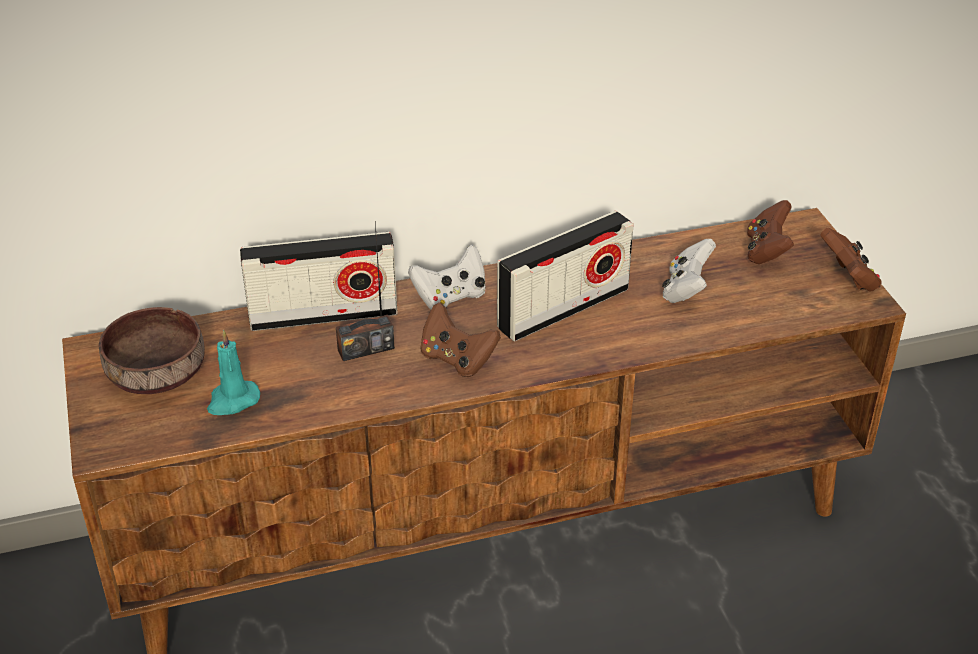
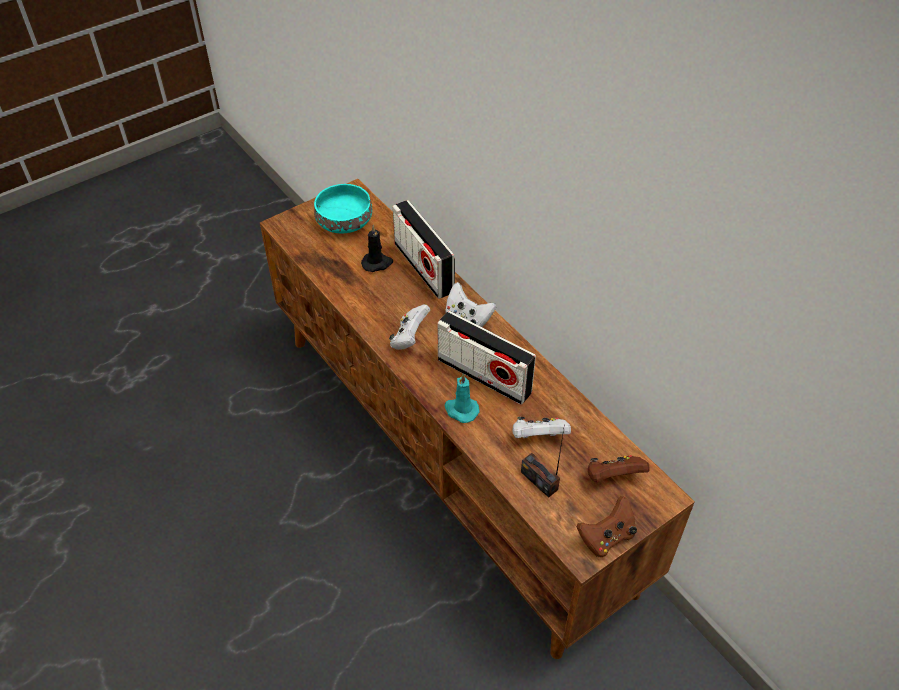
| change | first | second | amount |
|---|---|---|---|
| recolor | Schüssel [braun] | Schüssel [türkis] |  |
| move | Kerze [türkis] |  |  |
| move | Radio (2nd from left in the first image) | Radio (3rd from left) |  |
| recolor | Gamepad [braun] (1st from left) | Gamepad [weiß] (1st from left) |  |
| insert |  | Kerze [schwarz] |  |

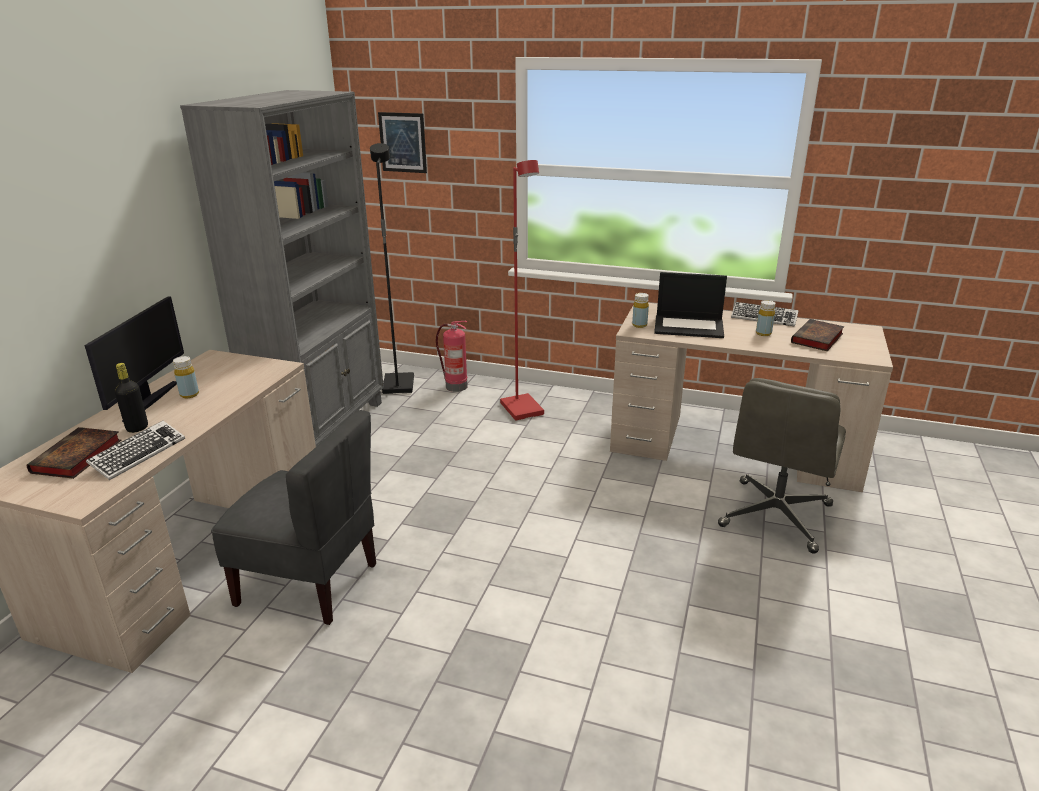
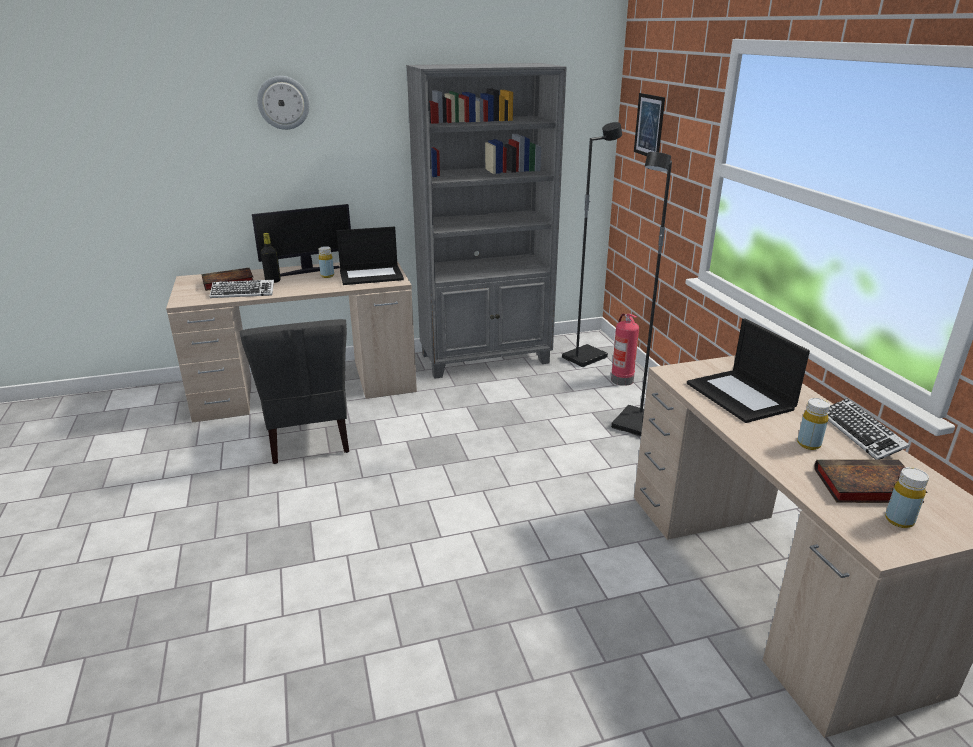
| change | first | second | amount |
|---|---|---|---|
| recolor | Stehlampe [rot] | Stehlampe [schwarz] (2nd from left) |  |
| move | Flasche [gelb] (2nd from left in the first image) | Flasche [gelb] (3rd from left) |  |
| delete | Bürostuhl [grau] |  |  |
| insert |  | Wanduhr |  |
| insert |  | Laptop (1st from left) |  |

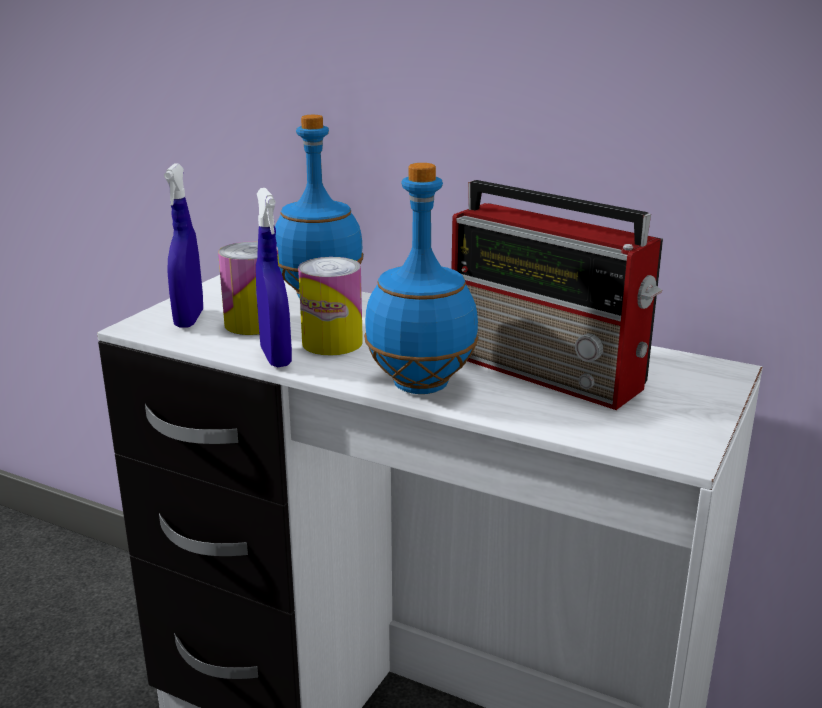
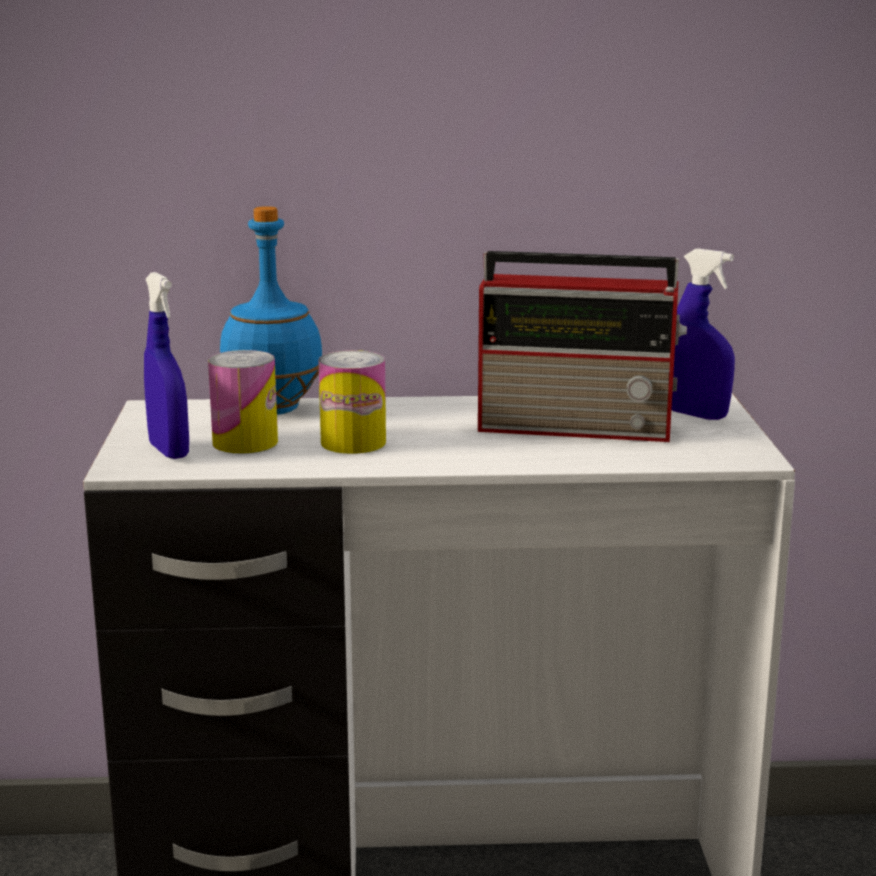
| change | first | second | amount |
|---|---|---|---|
| move | Sprühflasche [blau] (2nd from left) |  |  |
| delete | Flasche [blau] (2nd from left) |  |  |

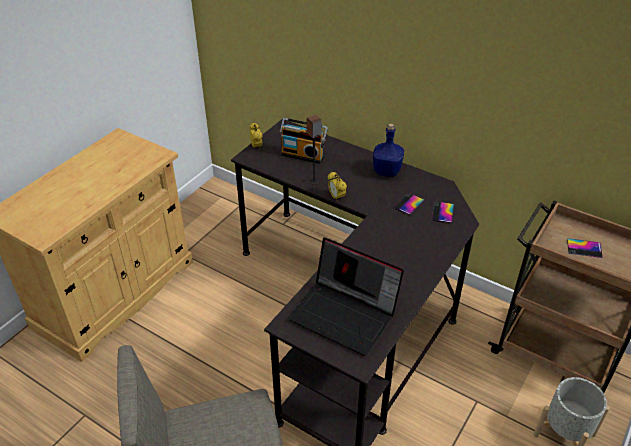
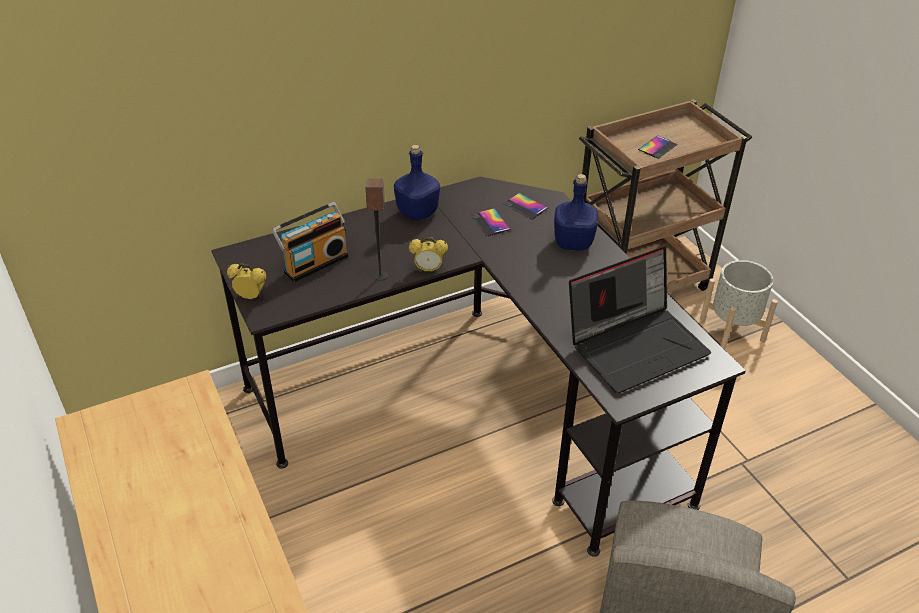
| change | first | second | amount |
|---|---|---|---|
| insert |  | Flasche [blau] (2nd from left) |  |

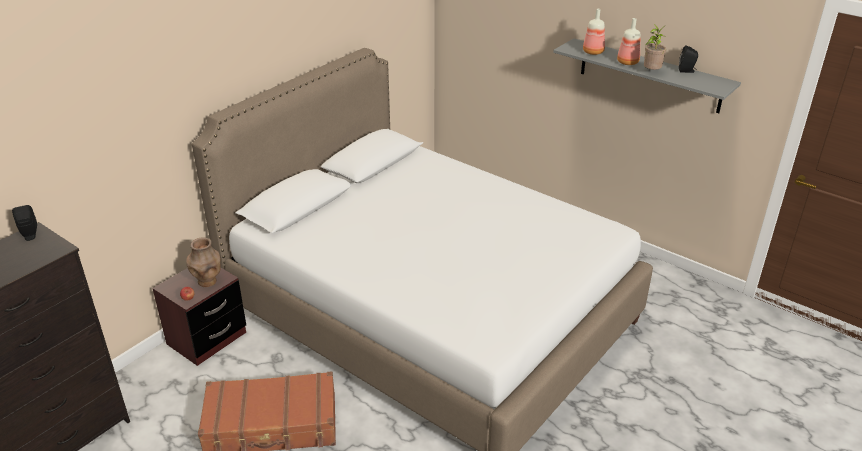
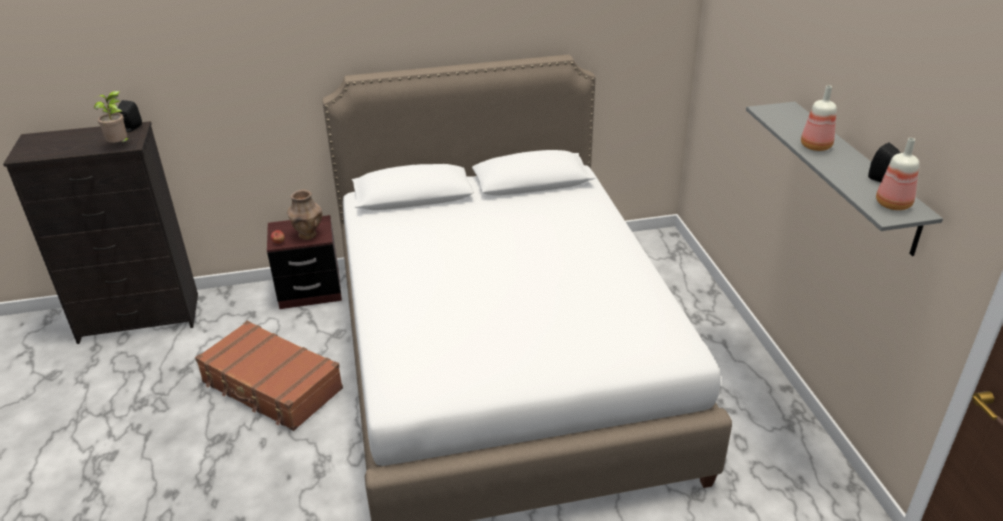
| change | first | second | amount |
|---|---|---|---|
| move | Flasche (1st from left in the first image) | Flasche (2nd from left) |  |
| move | Topfpflanze |  |  |

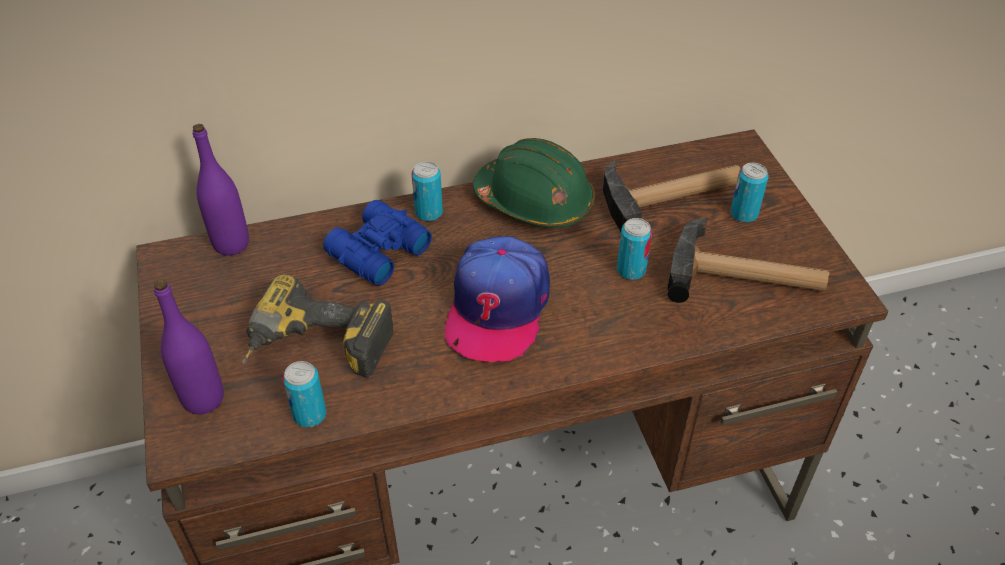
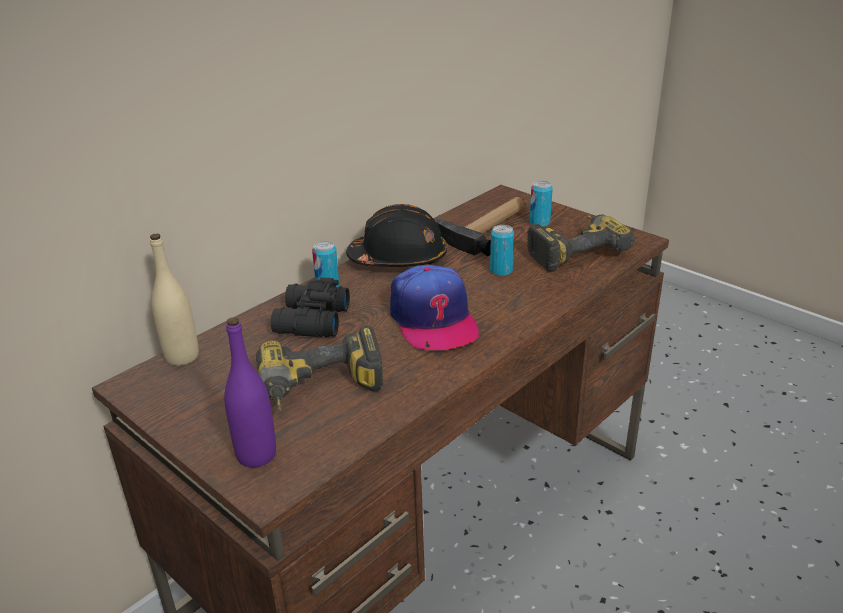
| change | first | second | amount |
|---|---|---|---|
| recolor | Flasche [lila] (2nd from left) | Flasche [beige] |  |
| delete | Dose (1st from left) |  |  |
| recolor | Fernglas [blau] | Fernglas [schwarz] |  |
| recolor | Schutzhelm [grün] | Schutzhelm [schwarz] |  |
| replace | Hammer (2nd from left) | Bohrmaschine (2nd from left) |  |

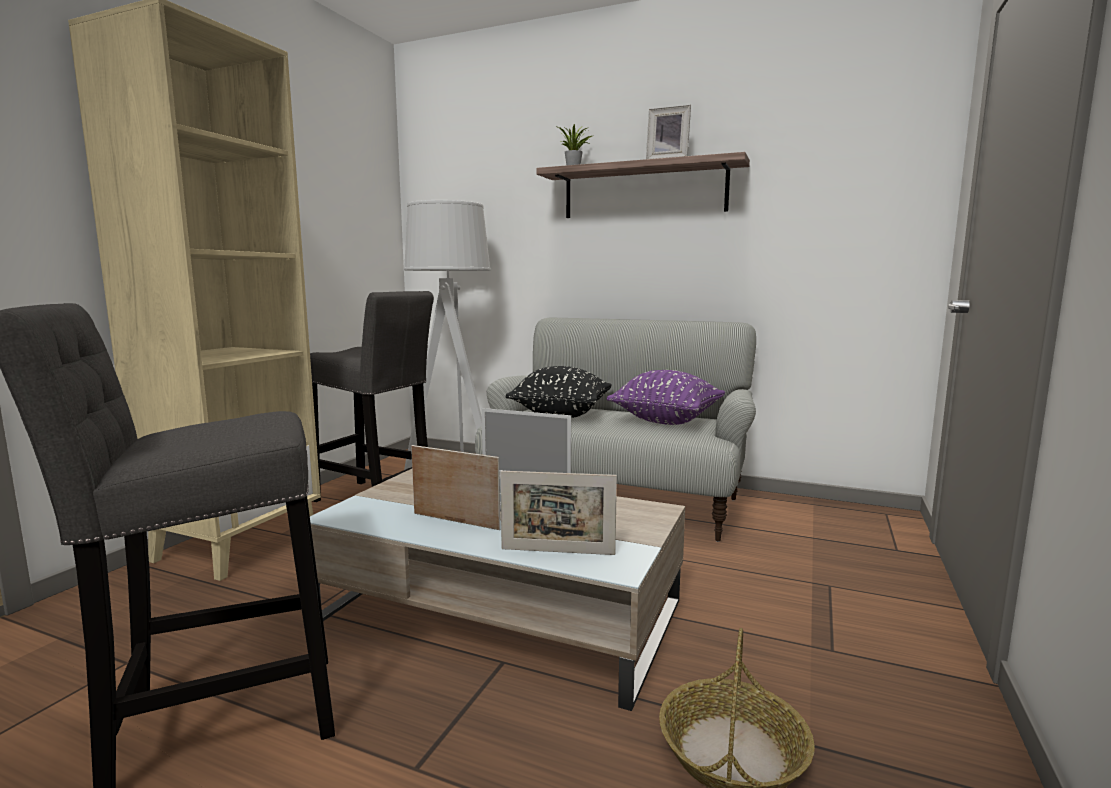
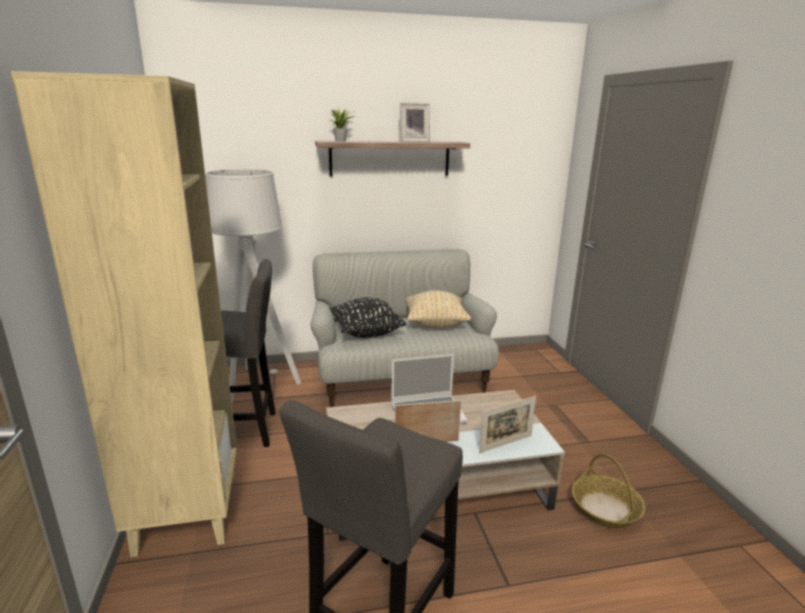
| change | first | second | amount |
|---|---|---|---|
| recolor | Kissen [lila] | Kissen [beige] |  |

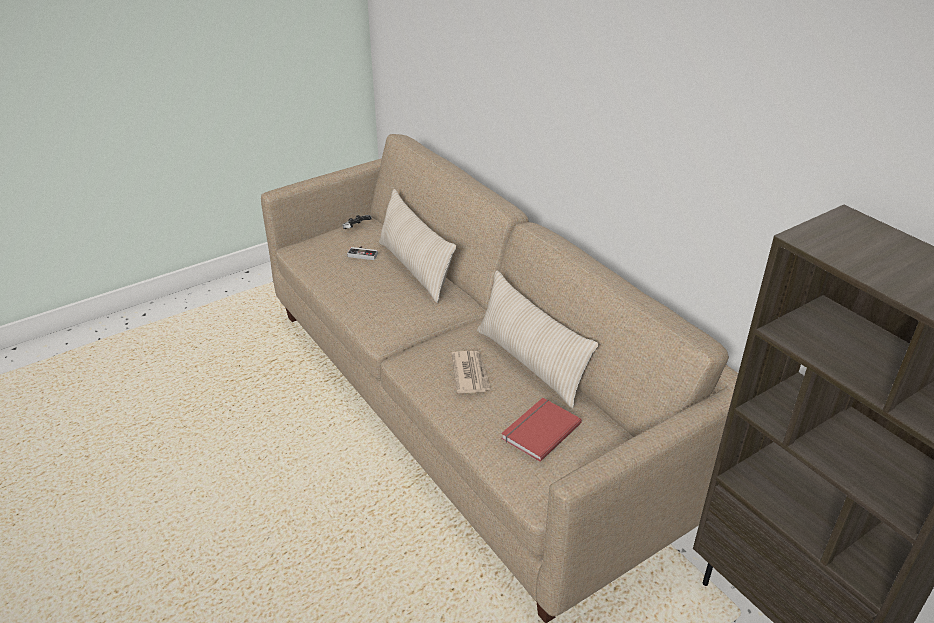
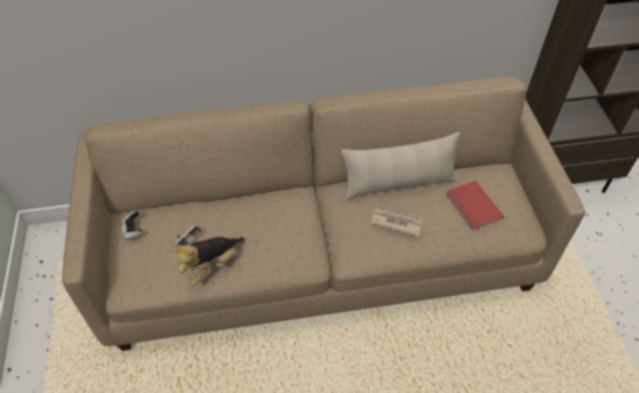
| change | first | second | amount |
|---|---|---|---|
| delete | Kissen [beige] (1st from left) |  |  |
| insert |  | Plüschtier |  |

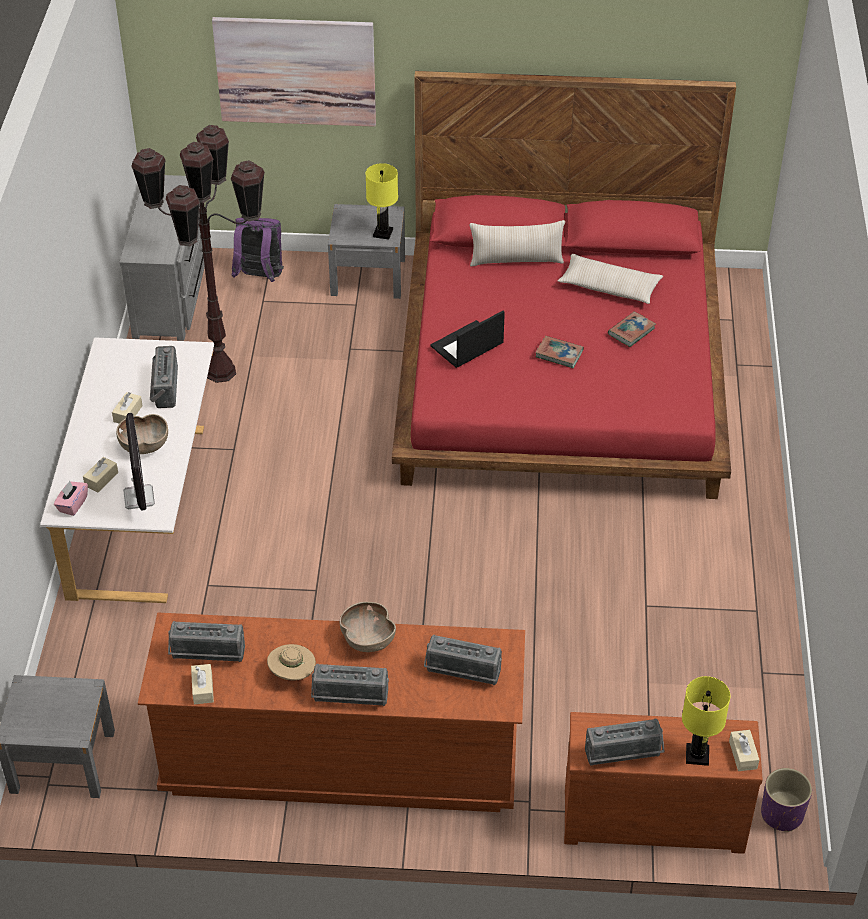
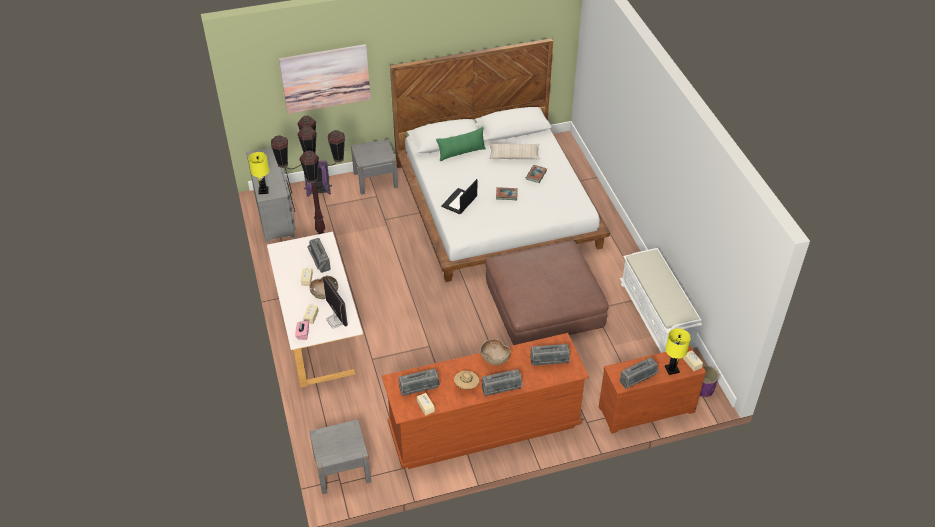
| change | first | second | amount |
|---|---|---|---|
| move | Tischlampe [gelb] (1st from left) |  |  |
| recolor | Bett [rot] | Bett [weiß] |  |
| recolor | Kissen [beige] (1st from left) | Kissen [grün] |  |
| insert |  | Polsterhocker [braun] |  |
| insert |  | Bank [weiß] |  |

